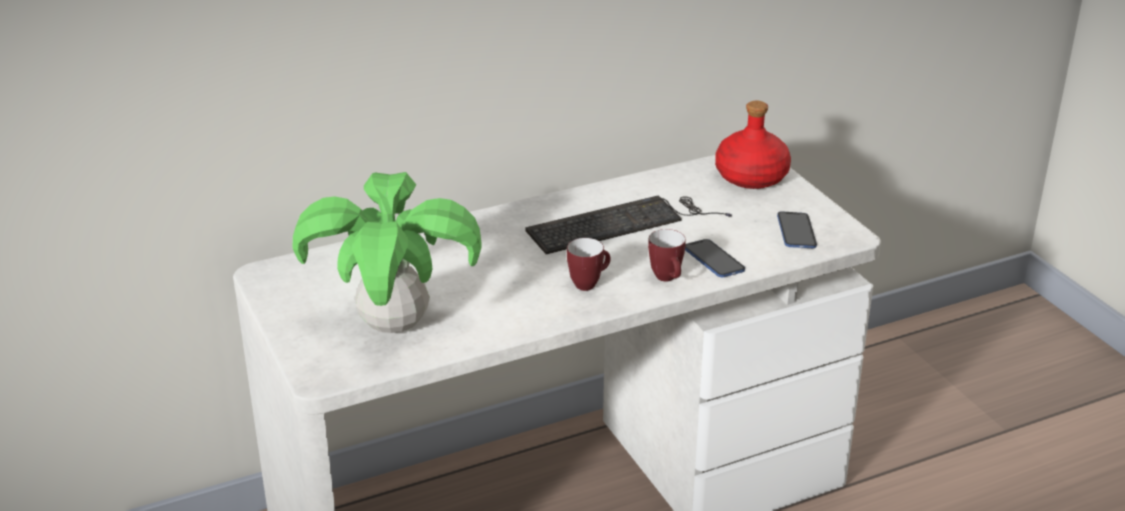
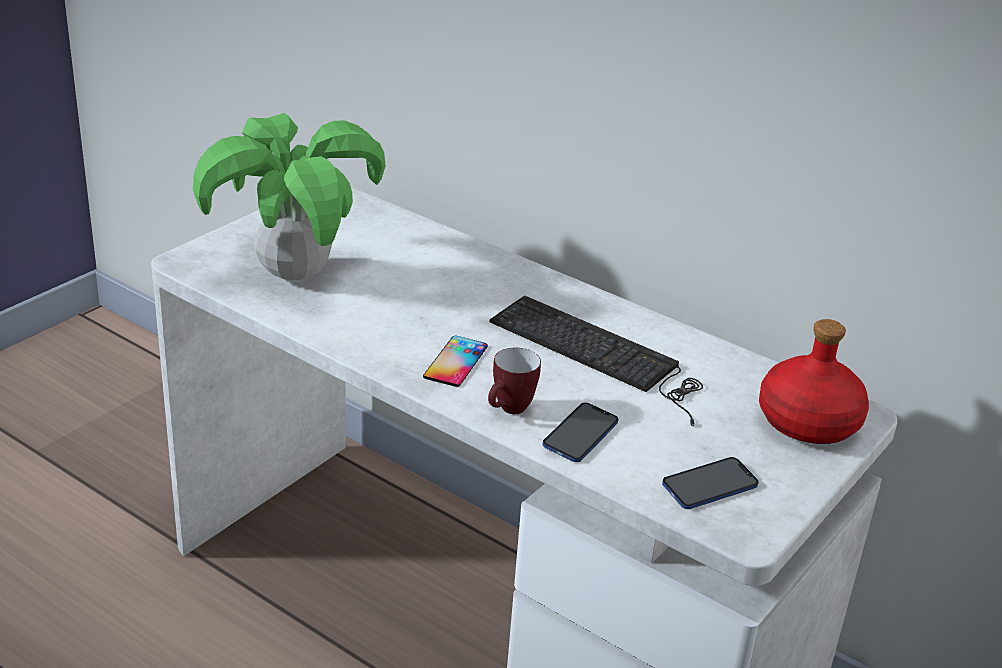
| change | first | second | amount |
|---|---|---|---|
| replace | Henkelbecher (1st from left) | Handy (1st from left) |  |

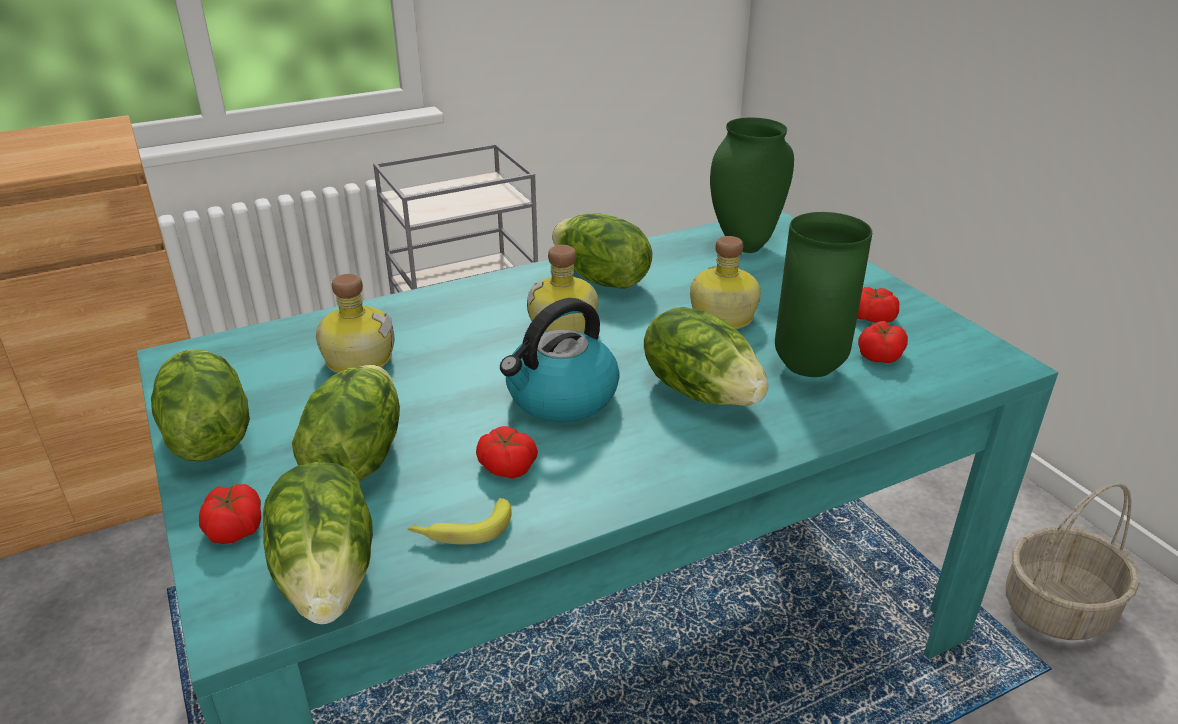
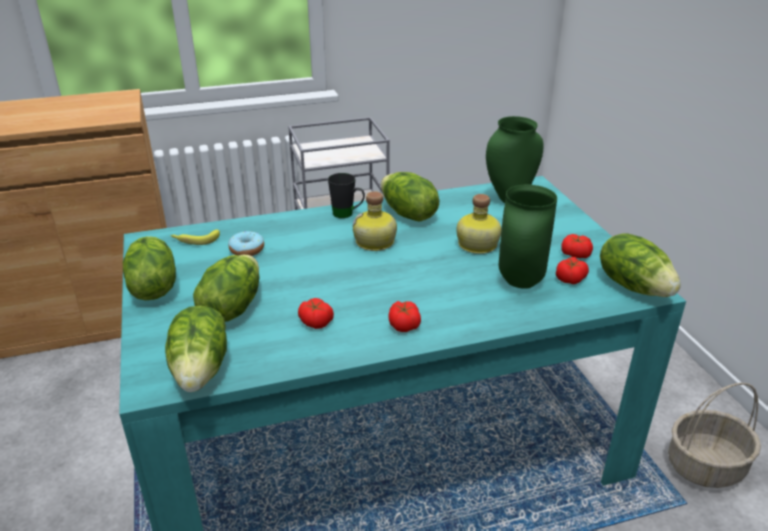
| change | first | second | amount |
|---|---|---|---|
| move | Tomate (1st from left in the first image) | Tomate (2nd from left) |  |
| replace | Flasche (1st from left) | Donut |  |
| move | Banane |  |  |
| delete | Wasserkessel |  |  |
| move | Salatkopf (5th from left) |  |  |
| insert |  | Henkelbecher [schwarz] |  |

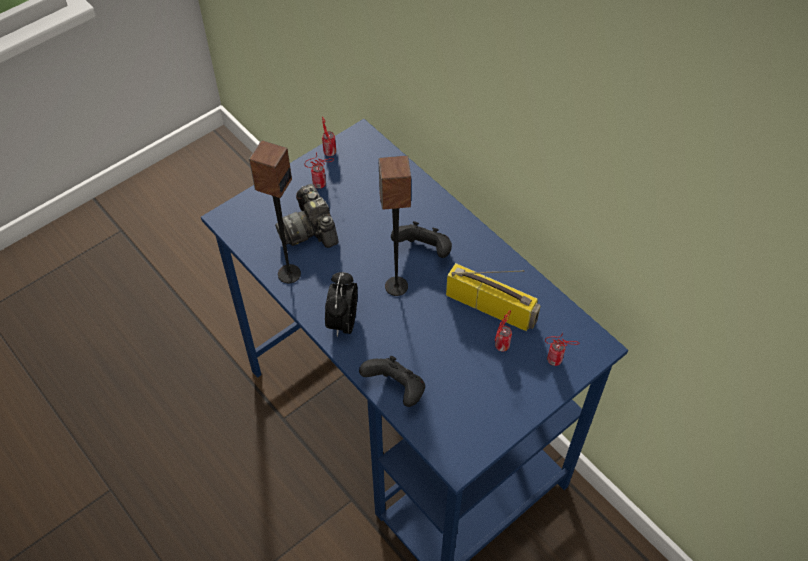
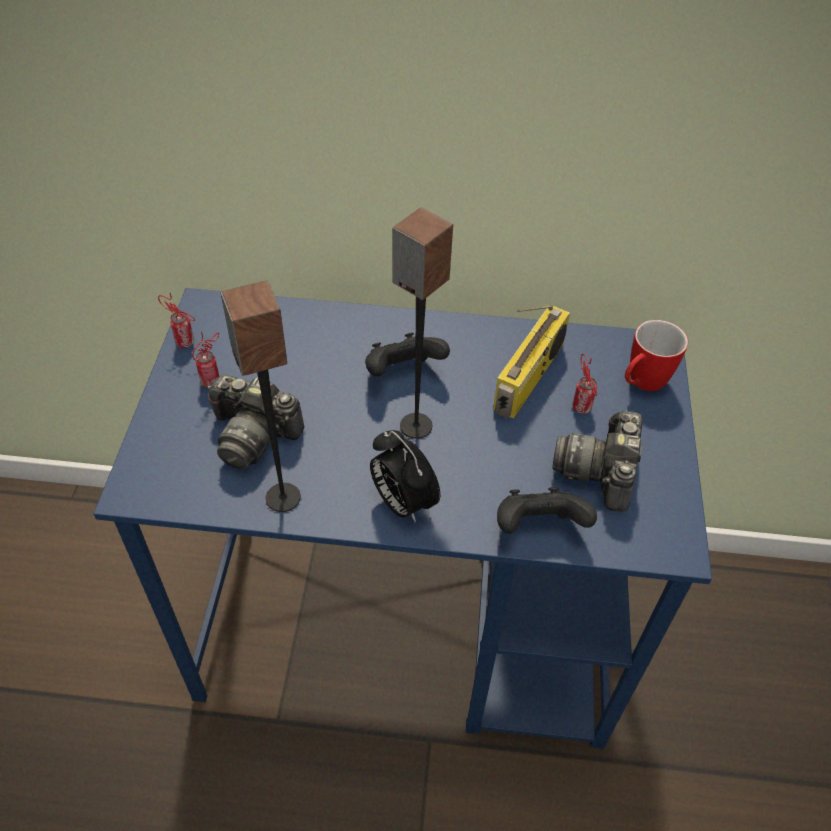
| change | first | second | amount |
|---|---|---|---|
| rotate | Radio |  | 135 degrees clockwise |
| replace | Dose (4th from left) | Henkelbecher |  |
| insert |  | Kamera (2nd from left) |  |

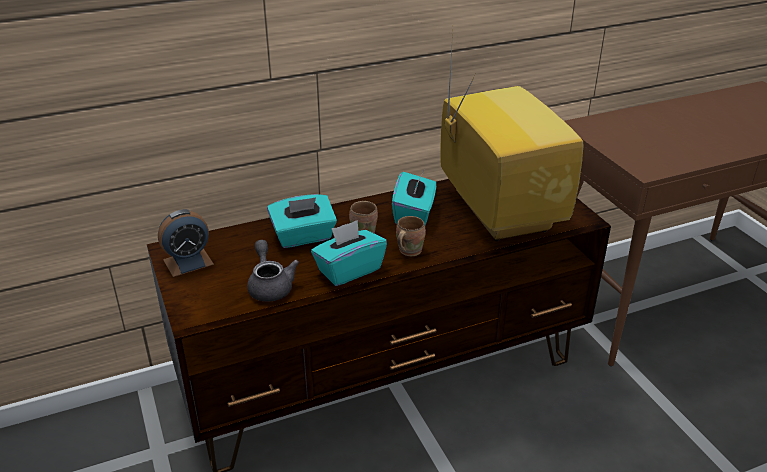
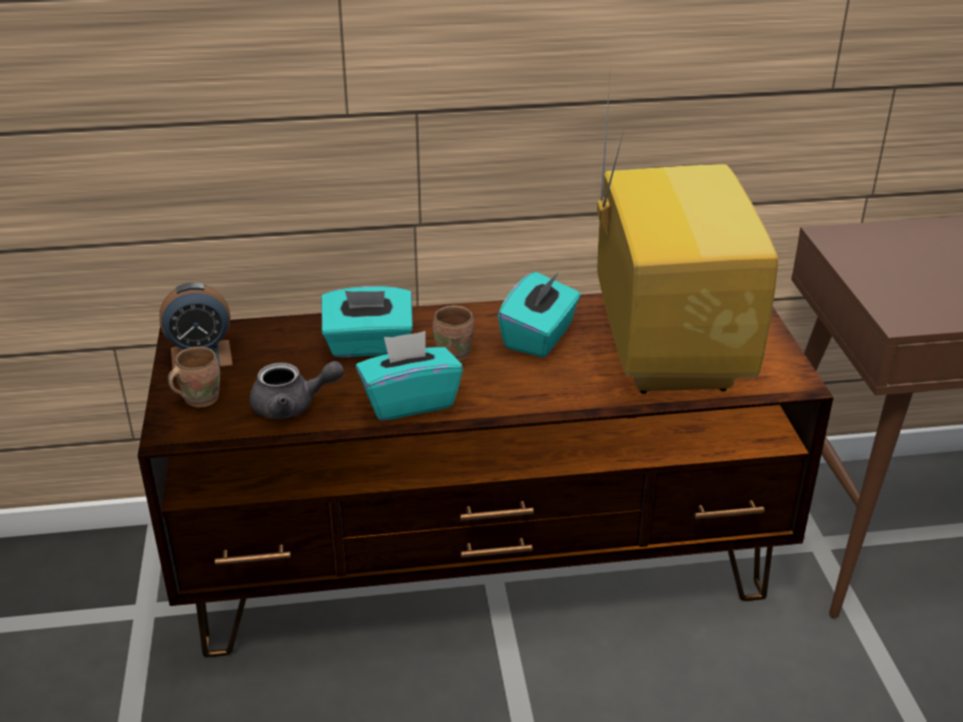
| change | first | second | amount |
|---|---|---|---|
| rotate | Teekanne [grau] |  | 90 degrees clockwise |
| move | Henkelbecher [braun] (2nd from left in the first image) | Henkelbecher [braun] (1st from left) |  |

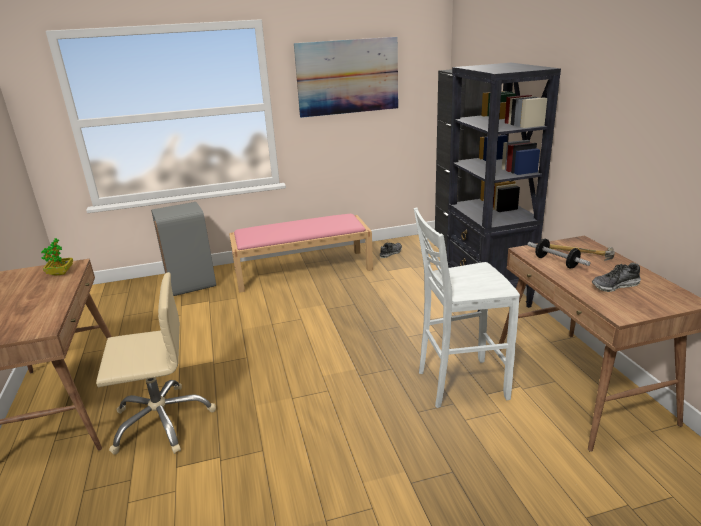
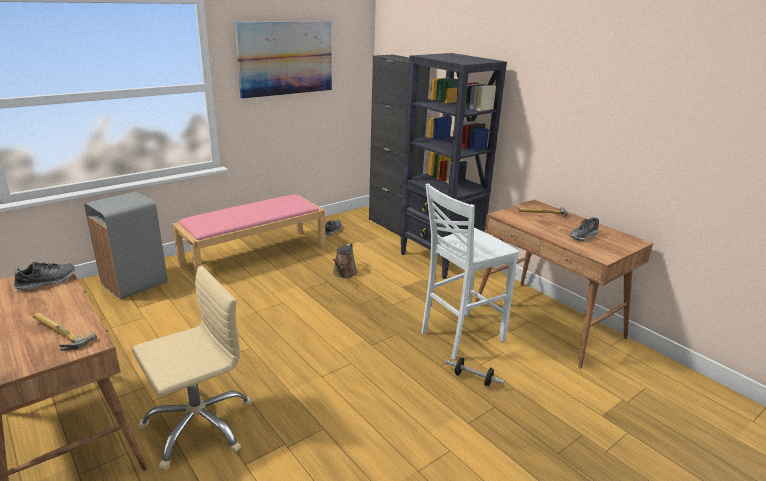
| change | first | second | amount |
|---|---|---|---|
| replace | Topfpflanze | Schuh (1st from left) |  |
| move | Hantel |  |  |
| insert |  | Hammer (1st from left) |  |
| insert |  | Gießkanne [braun] |  |

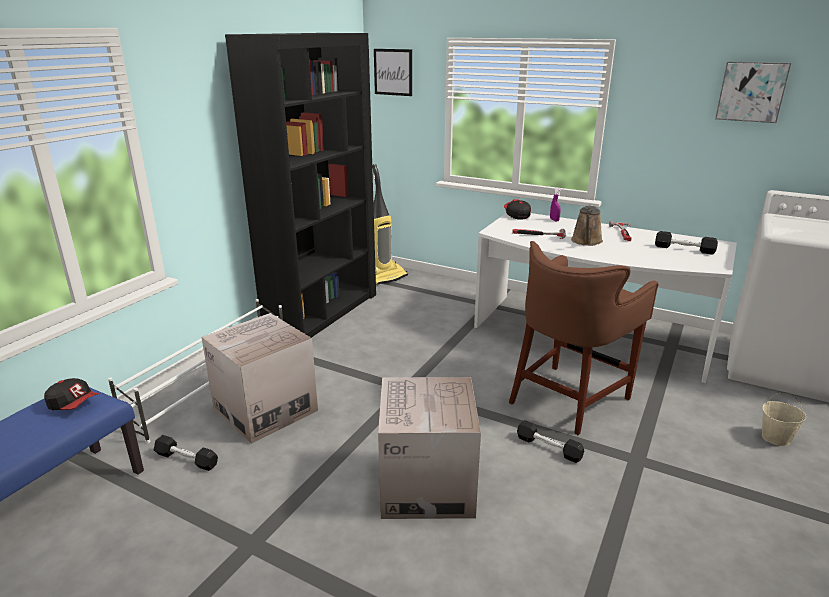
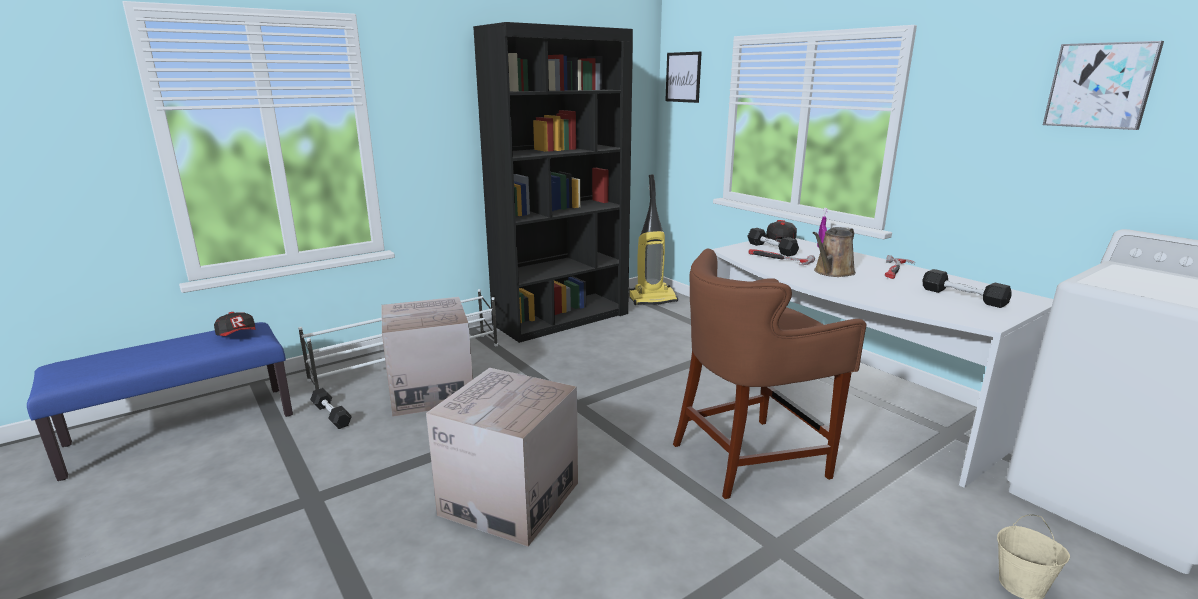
| change | first | second | amount |
|---|---|---|---|
| move | Hantel [schwarz] (2nd from left) |  |  |

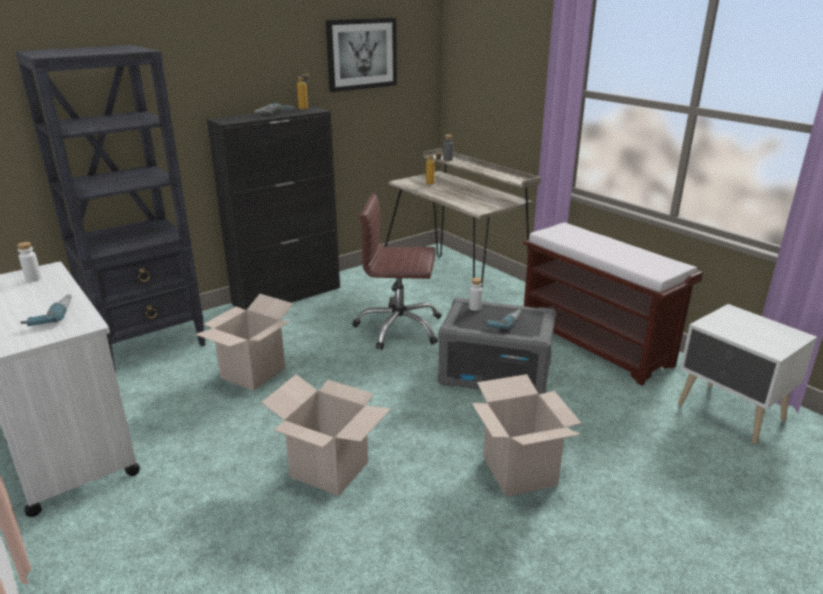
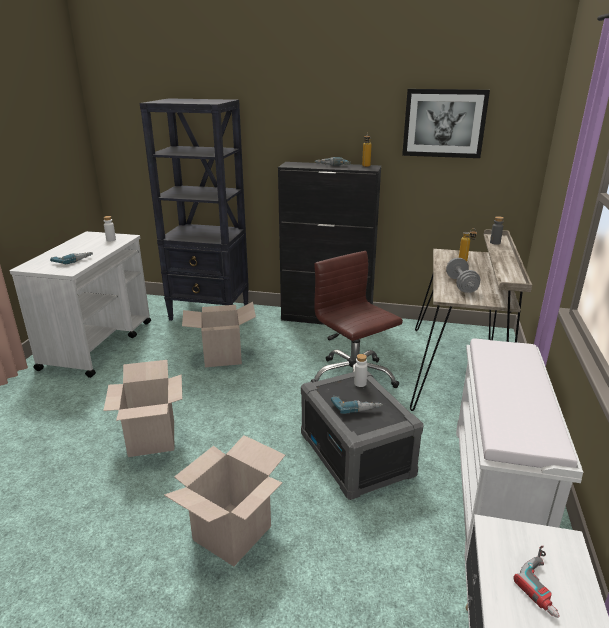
| change | first | second | amount |
|---|---|---|---|
| recolor | Bank [braun] | Bank [weiß] |  |
| insert |  | Hantel [grau] |  |
| insert |  | Bohrmaschine (4th from left) |  |

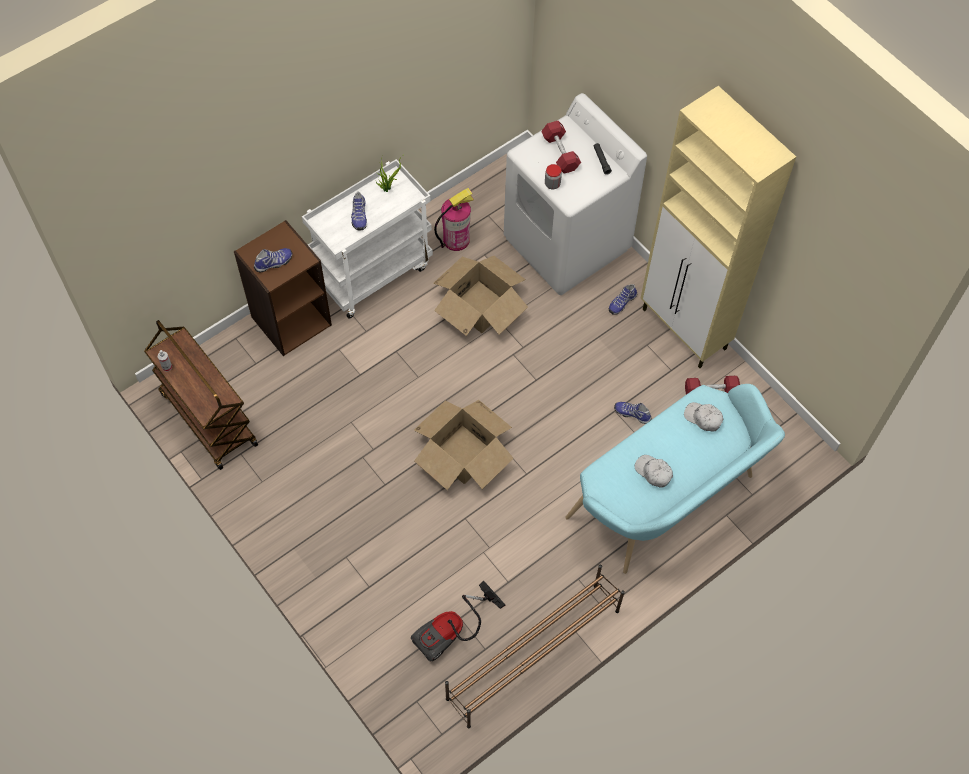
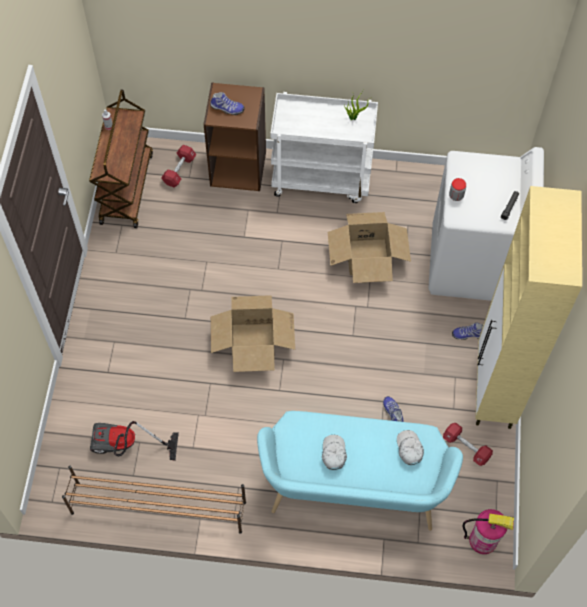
| change | first | second | amount |
|---|---|---|---|
| delete | Schuh (2nd from left) |  |  |
| move | Feuerlöscher |  |  |
| move | Hantel [rot] (1st from left) |  |  |

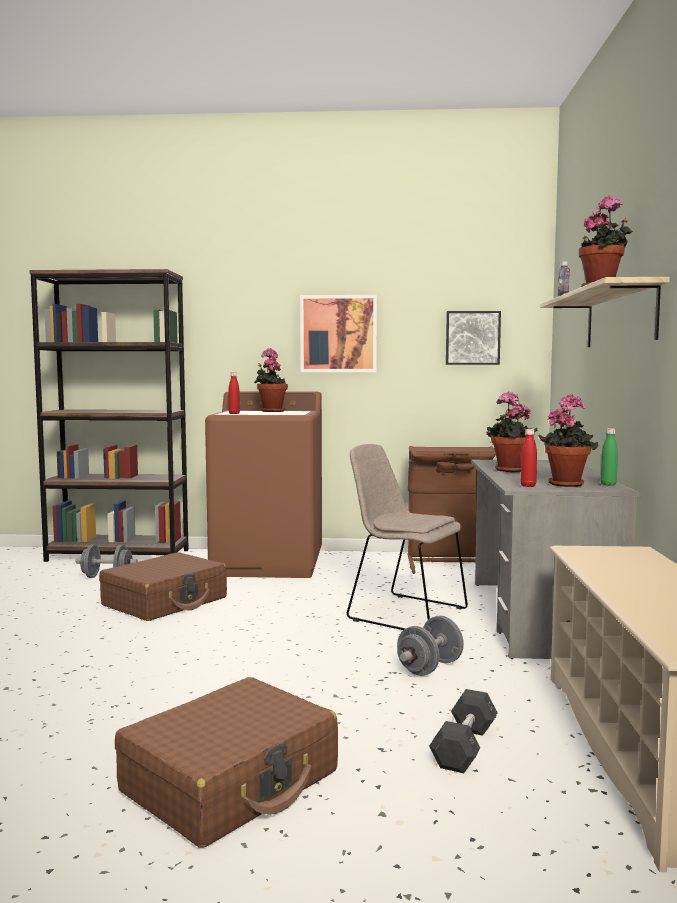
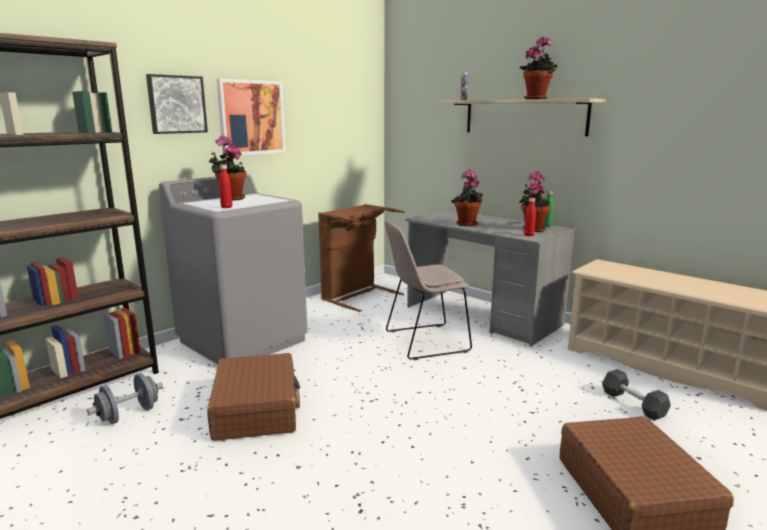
| change | first | second | amount |
|---|---|---|---|
| recolor | Waschmaschine [braun] | Waschmaschine [grau] |  |
| delete | Hantel [grau] (2nd from left) |  |  |
| move | Bild (2nd from left in the first image) | Bild (1st from left) |  |

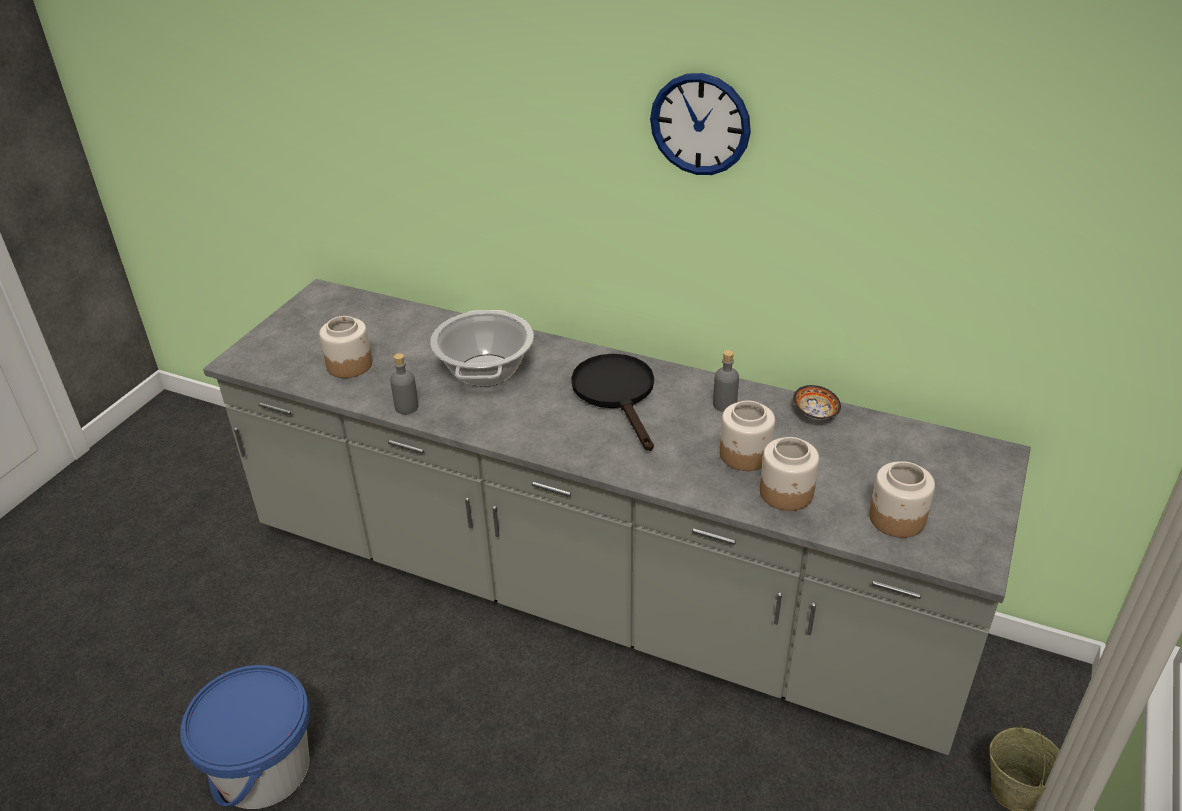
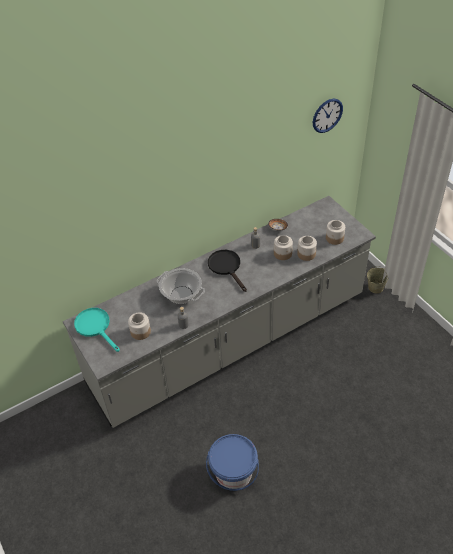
| change | first | second | amount |
|---|---|---|---|
| rotate | Pfanne [schwarz] |  | 45 degrees clockwise |
| move | Wanduhr |  |  |
| insert |  | Pfanne [türkis] |  |

